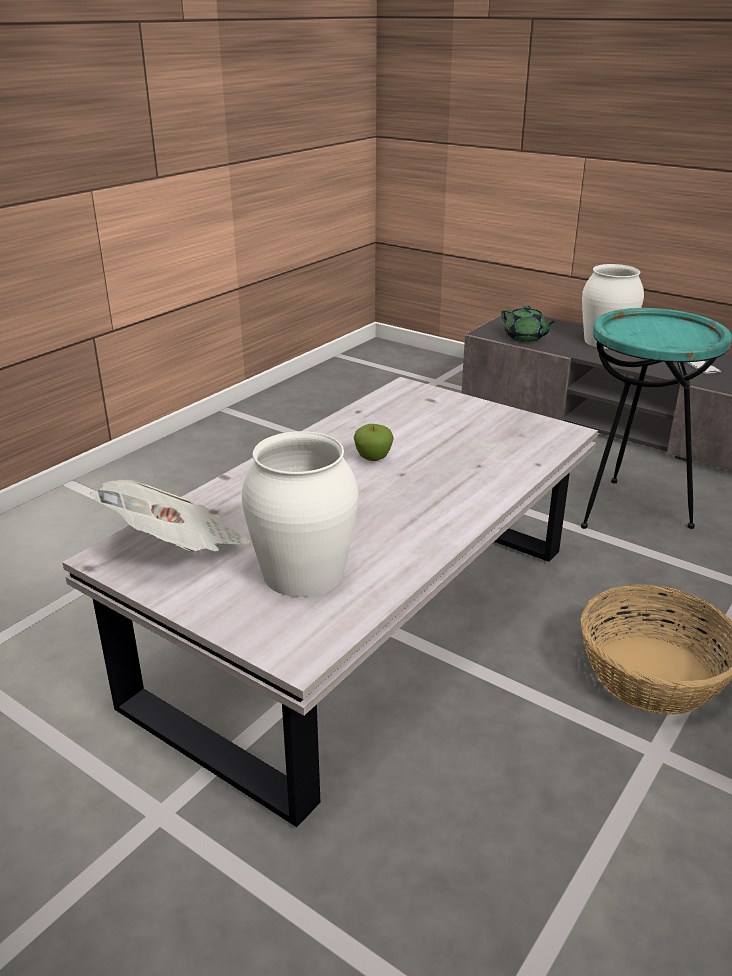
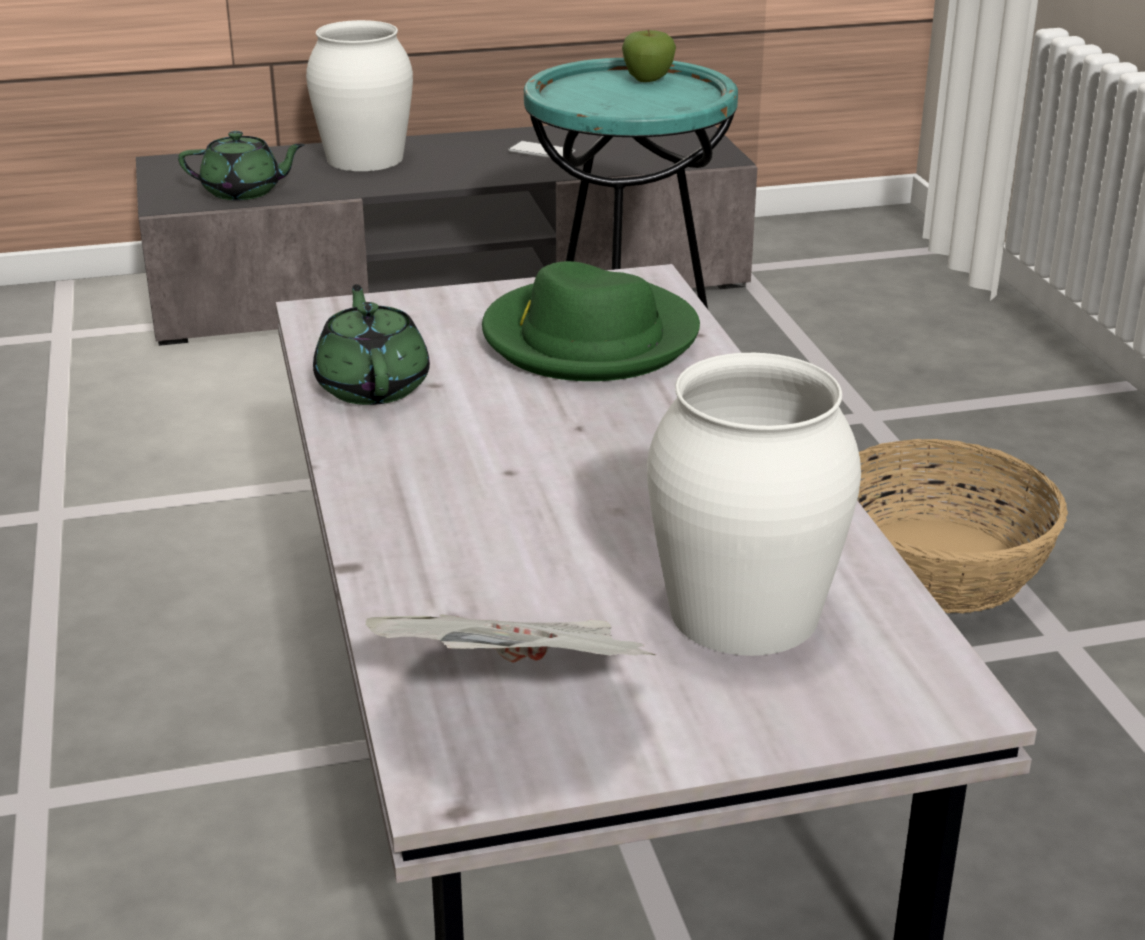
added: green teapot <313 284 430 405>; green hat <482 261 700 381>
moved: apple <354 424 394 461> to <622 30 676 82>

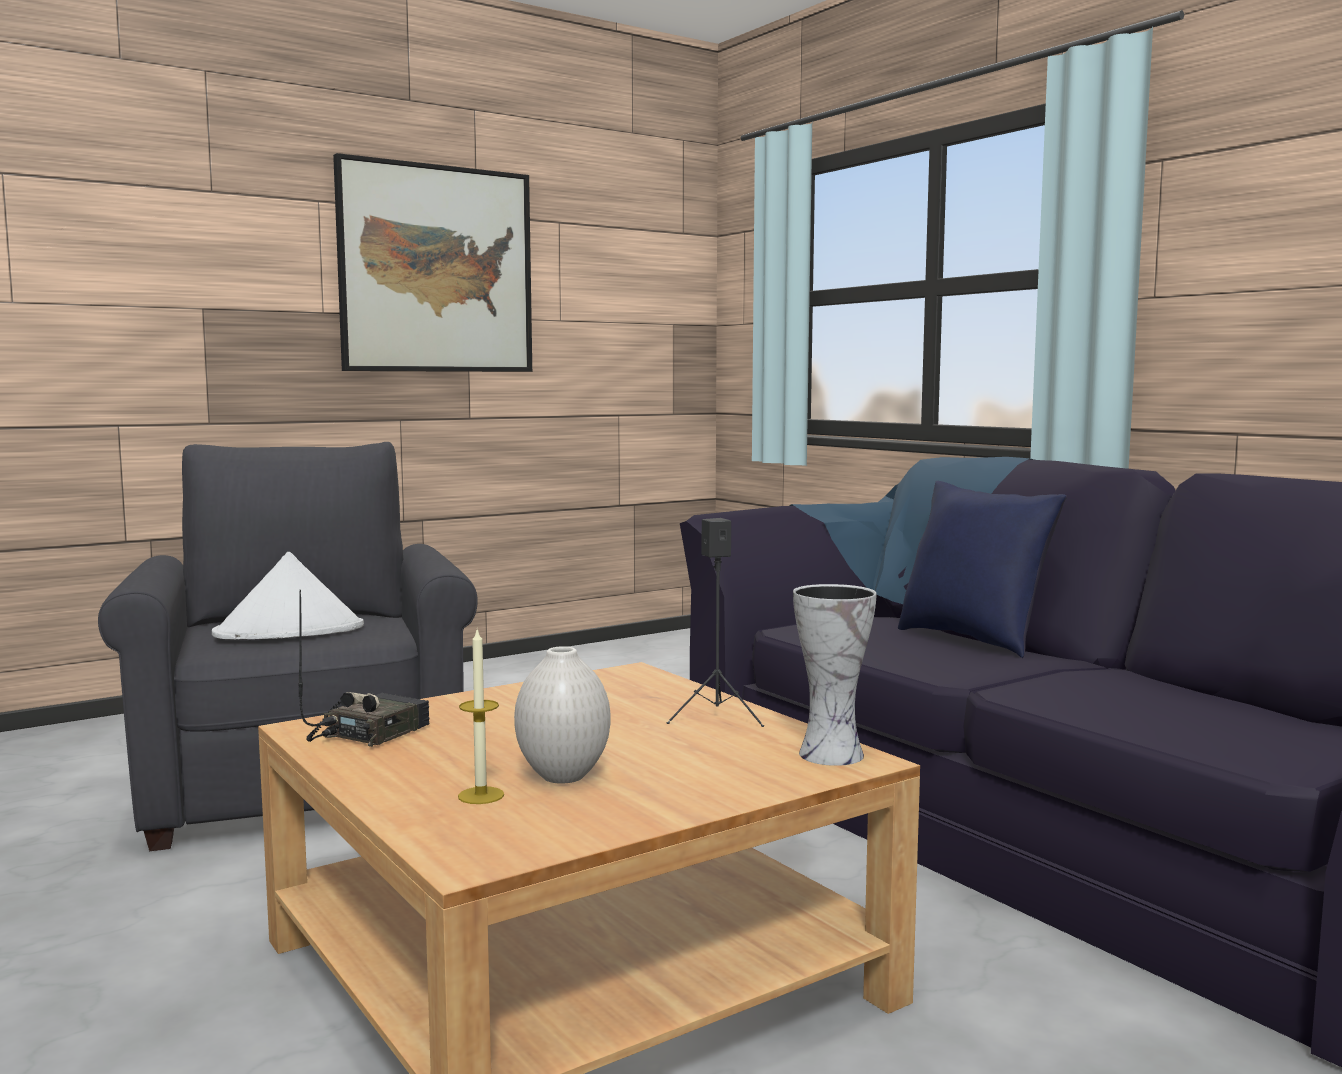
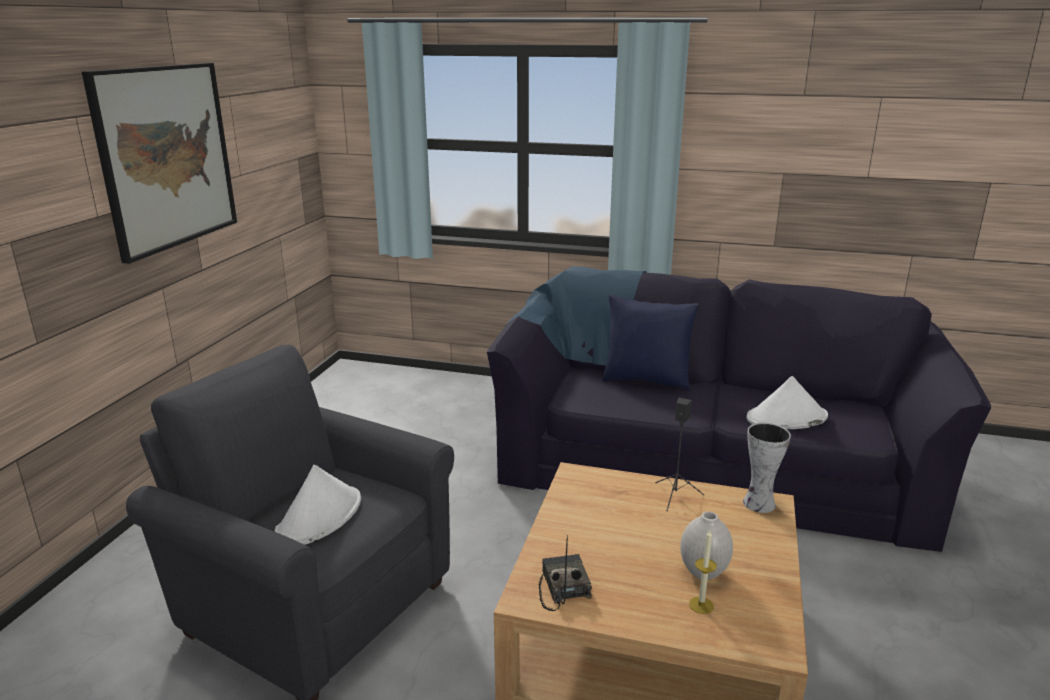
added: white hat <746 376 828 429>

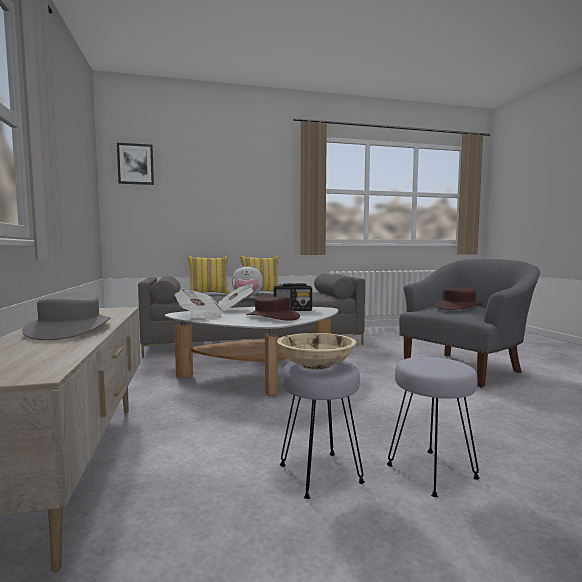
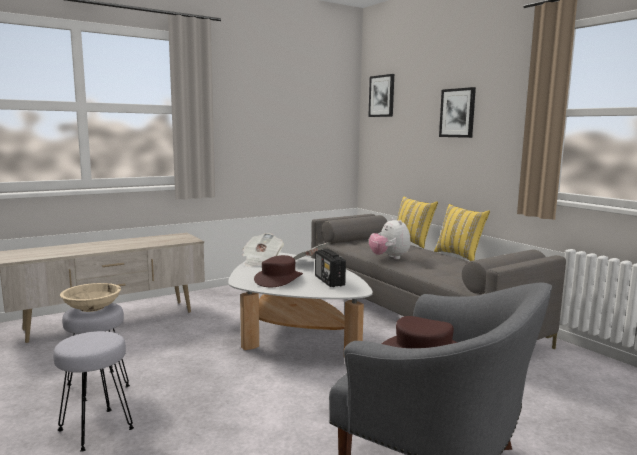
removed: grey hat <22 292 111 340>
added: picture <439 87 476 138>

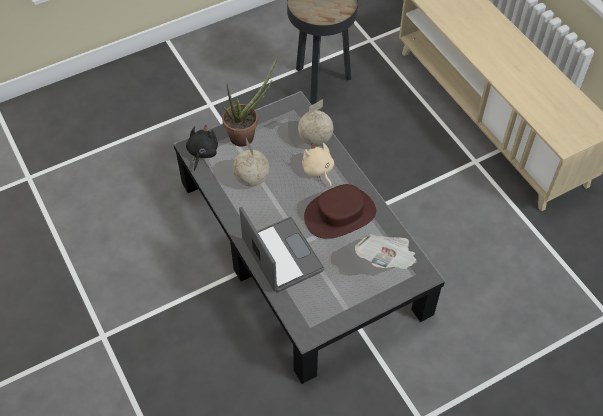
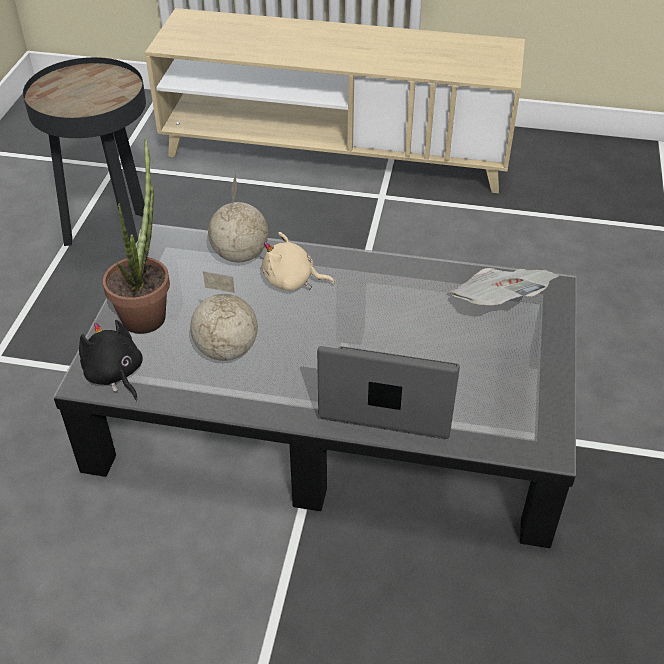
removed: brown hat <304 184 376 239>

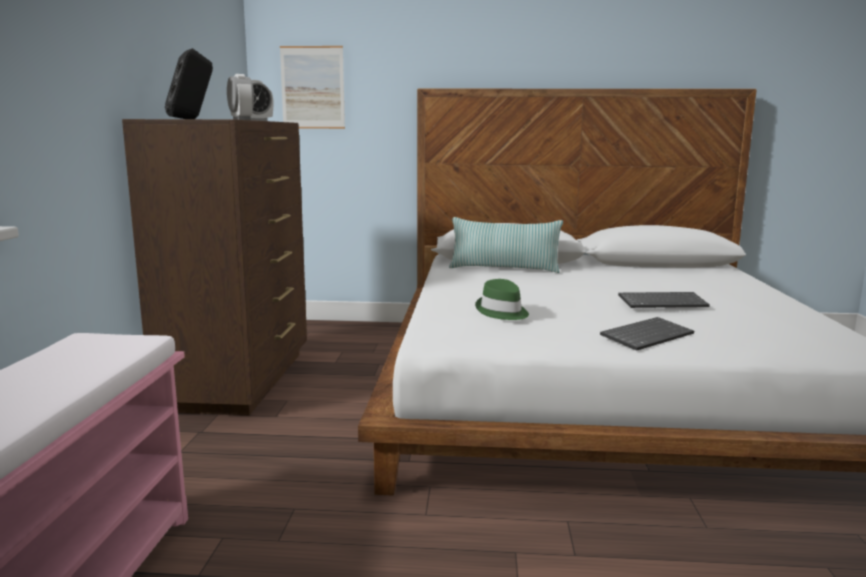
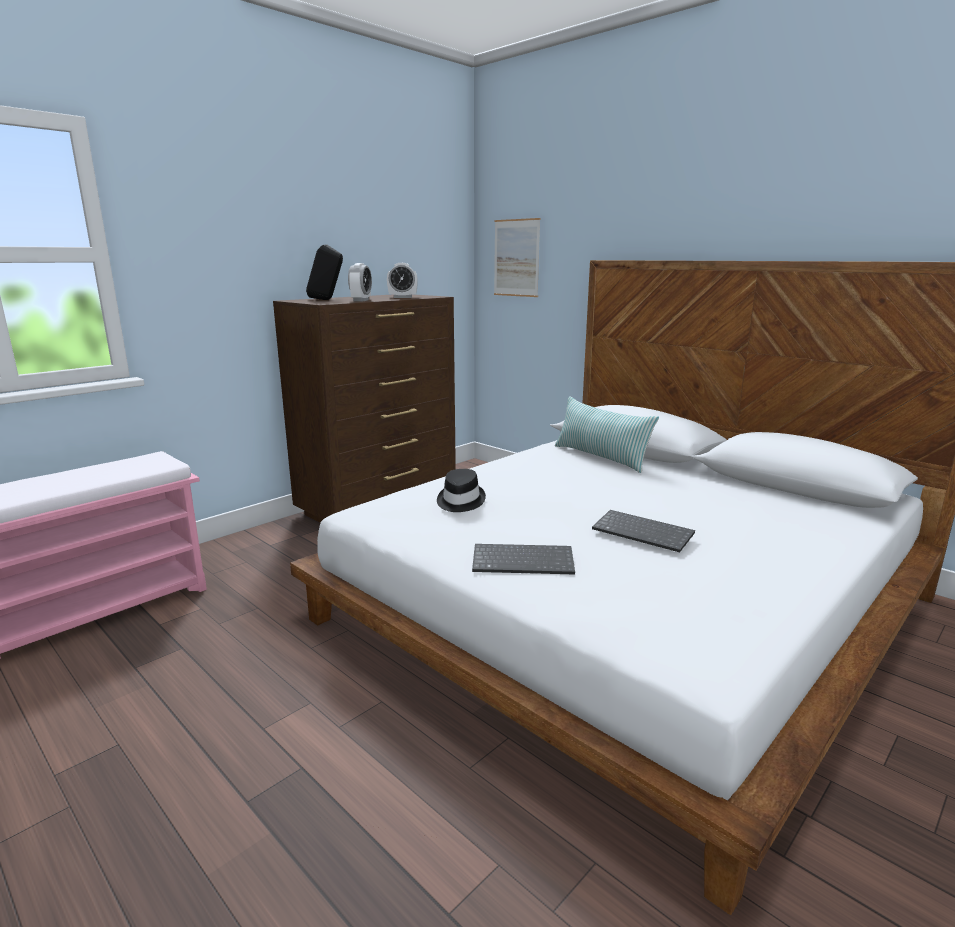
recoloured: green hat <475 279 529 320> to black hat <437 469 486 512>

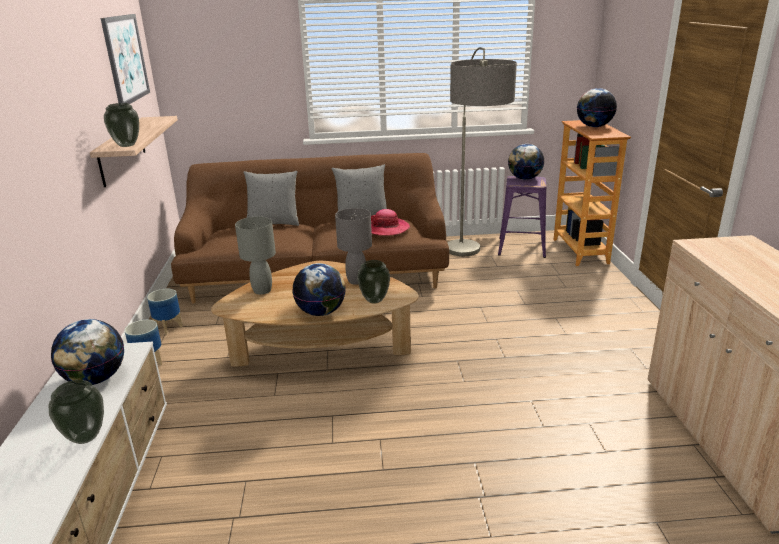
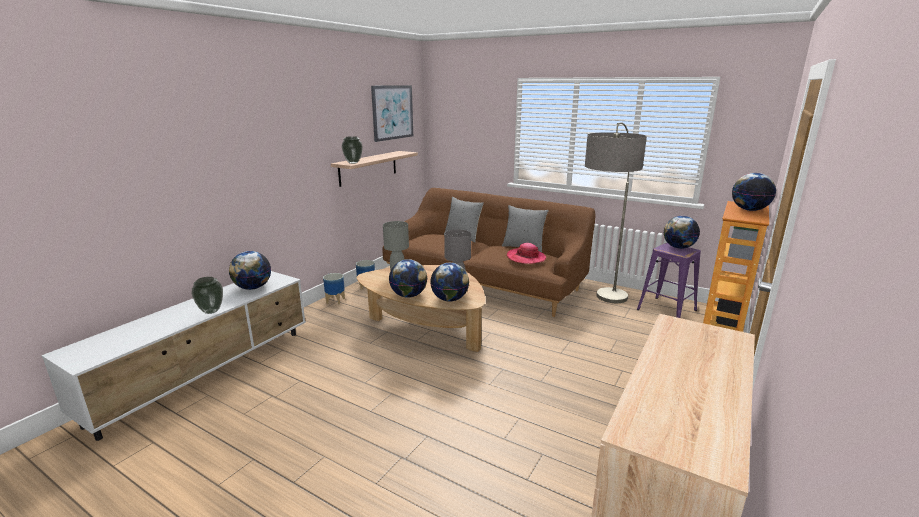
replaced: vase <357 260 390 304> to globe <430 263 469 301>

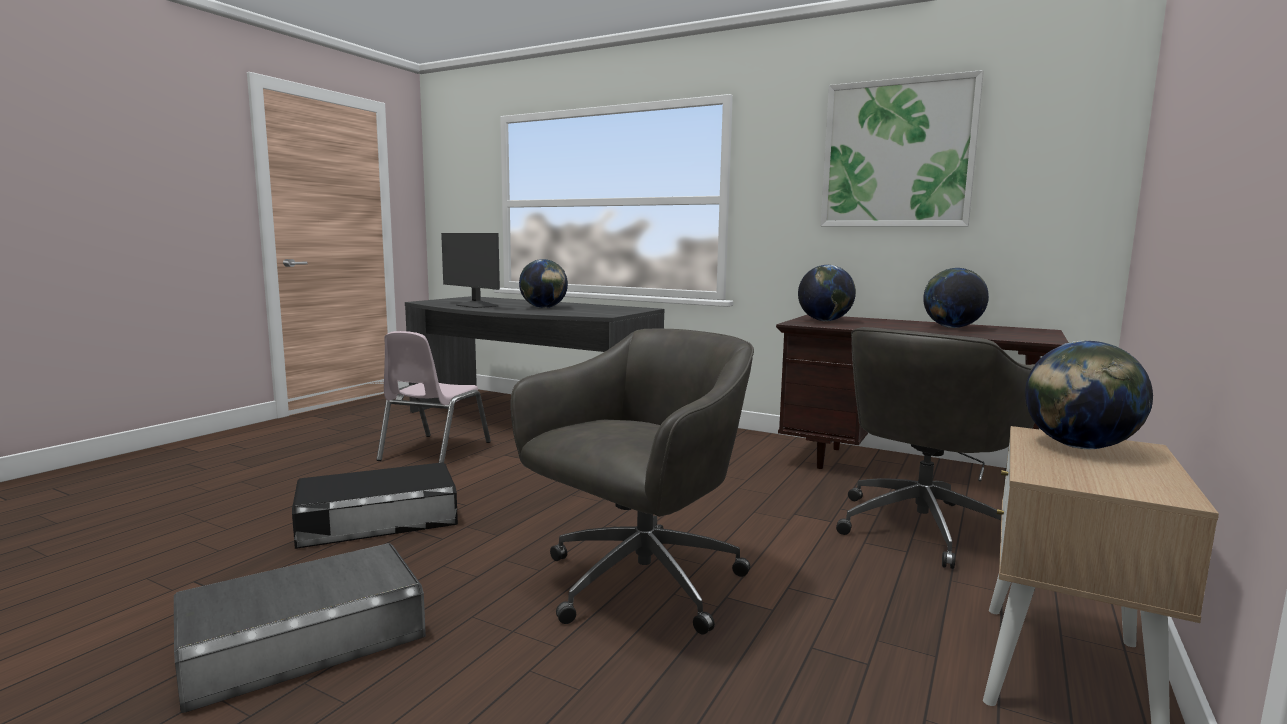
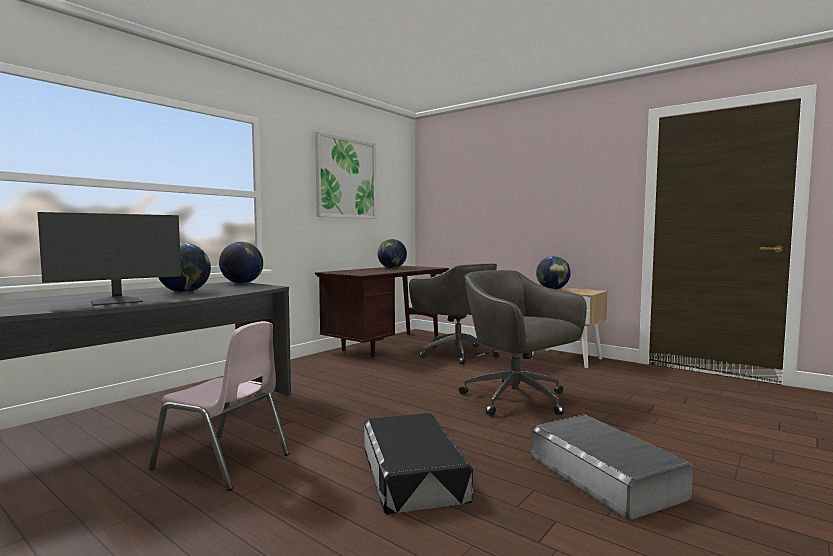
moved: globe <798 265 856 321> to <219 242 263 284>

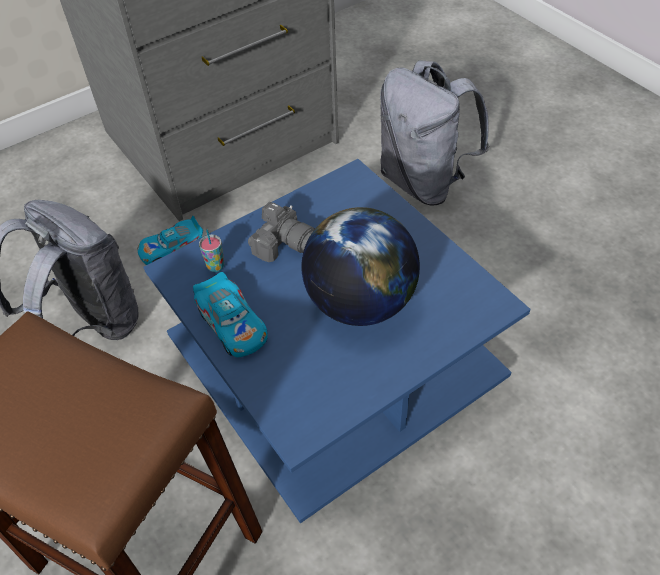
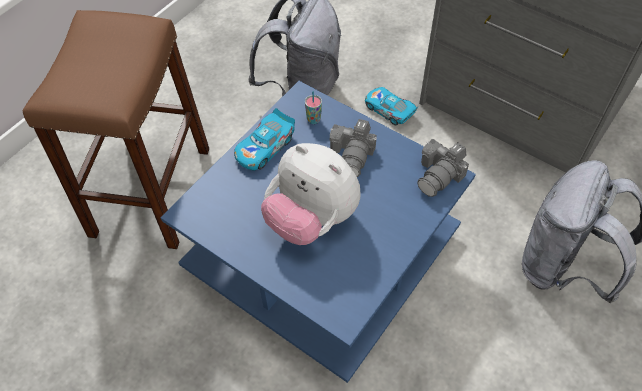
added: photo camera <417 139 469 197>
replaced: globe <301 207 420 326> to plush toy <261 143 361 245>

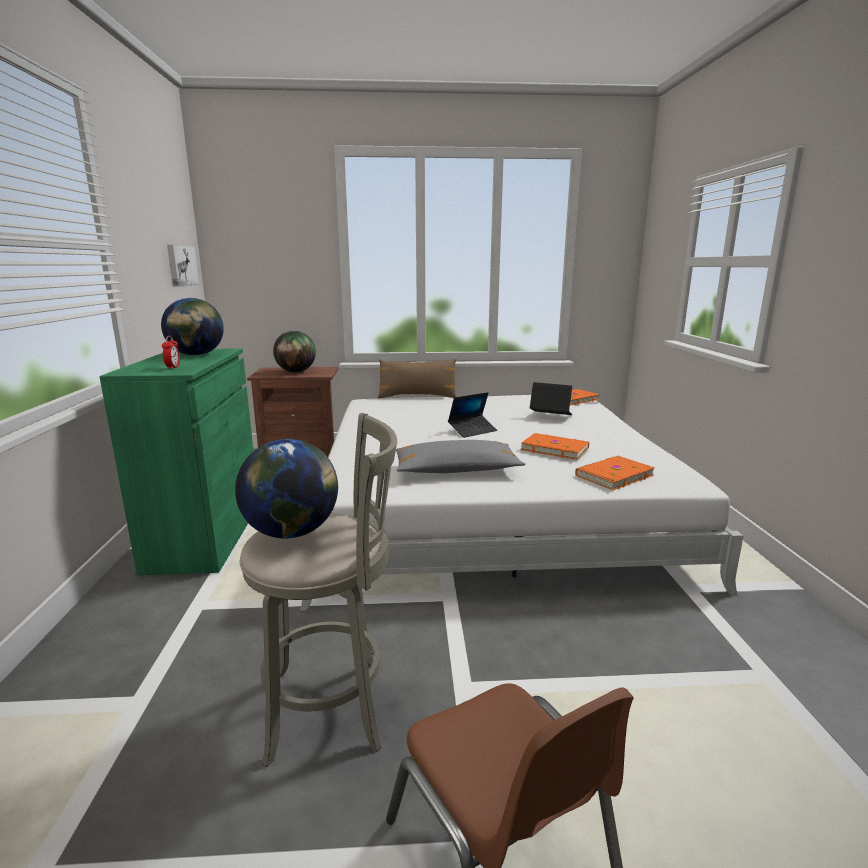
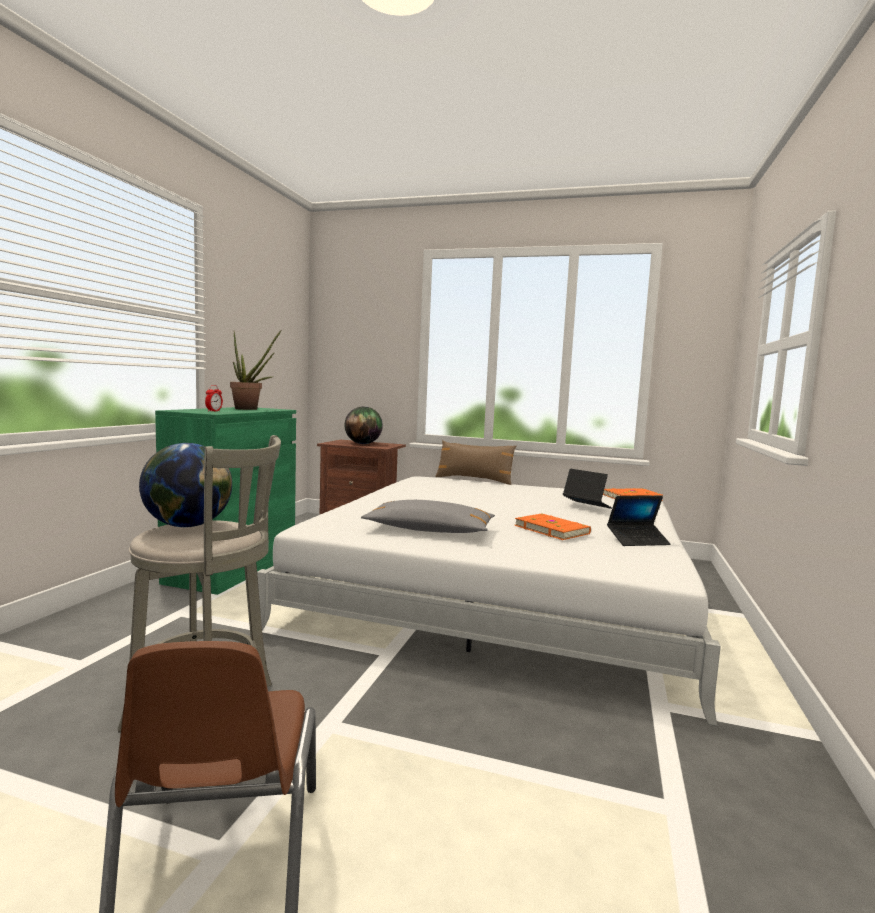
removed: picture <167 245 199 287>; orange book <575 456 655 490>
moved: laptop <448 392 497 438> to <607 496 671 546>
replaced: globe <161 298 224 356> to potted plant <230 330 281 410>

